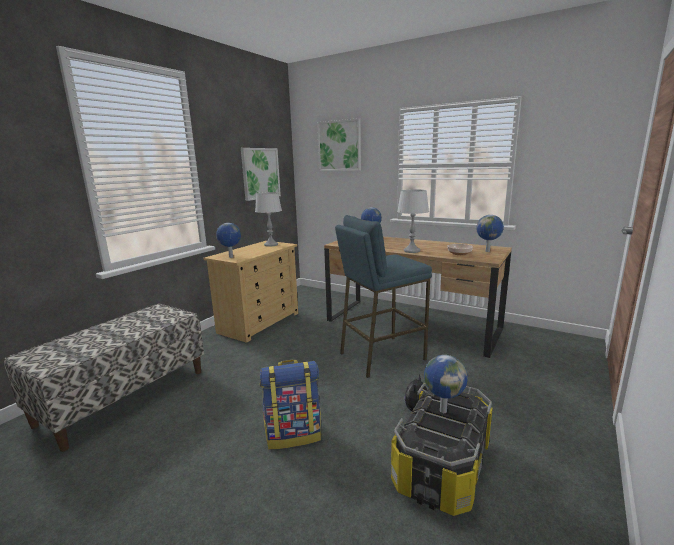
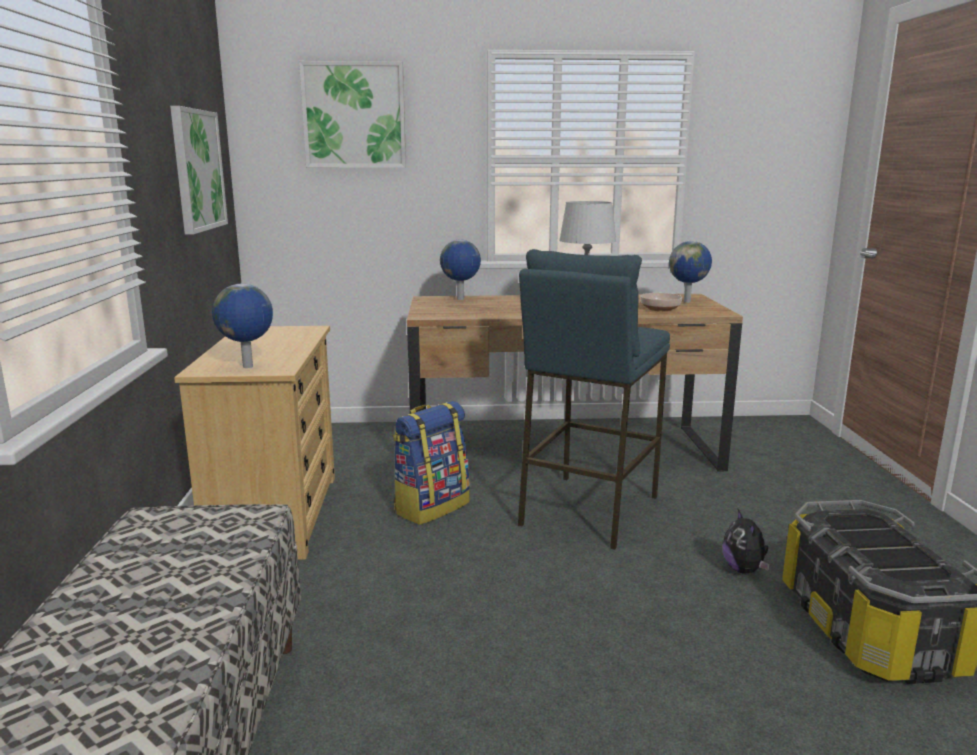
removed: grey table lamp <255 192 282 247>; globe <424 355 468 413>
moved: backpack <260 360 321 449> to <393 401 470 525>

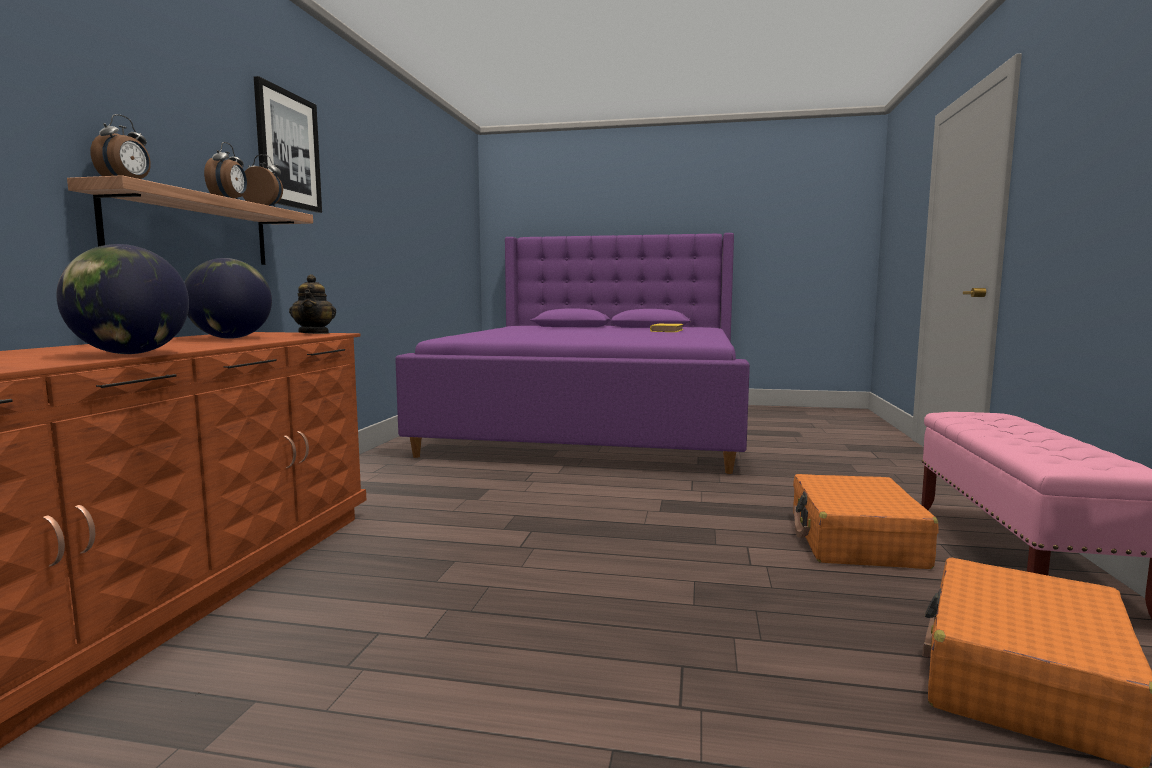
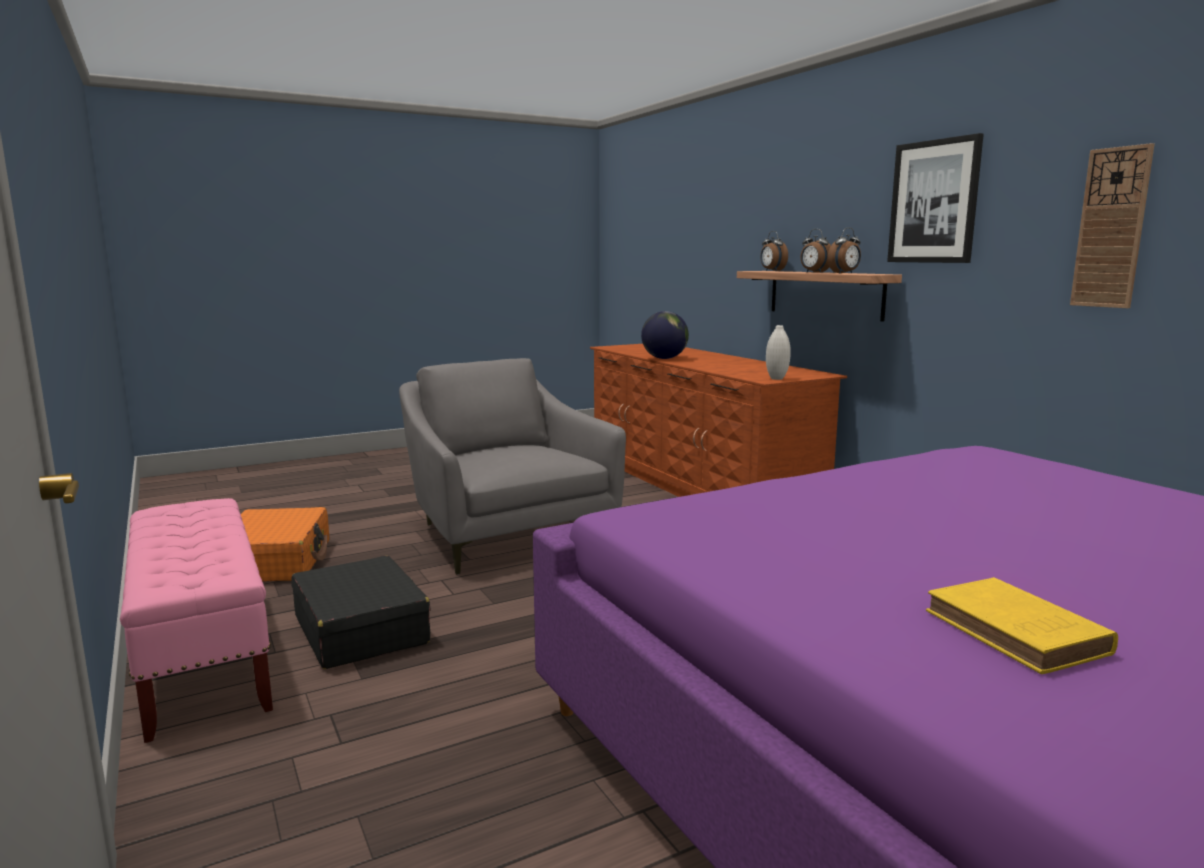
removed: globe <184 258 272 339>
added: grey armchair <399 358 626 575>; wall clock <1070 143 1155 308>
replaced: teapot <289 275 336 334> to white vase <766 325 791 380>
recoloured: orange suitcase <793 474 939 569> to black suitcase <291 556 431 669>

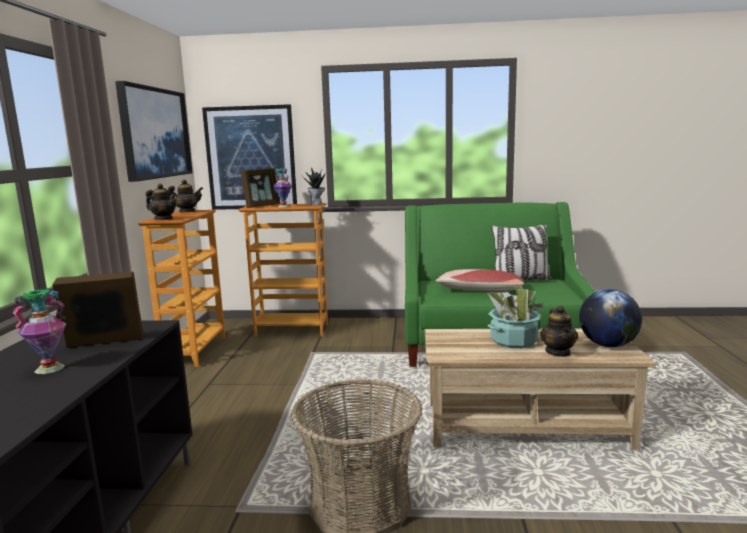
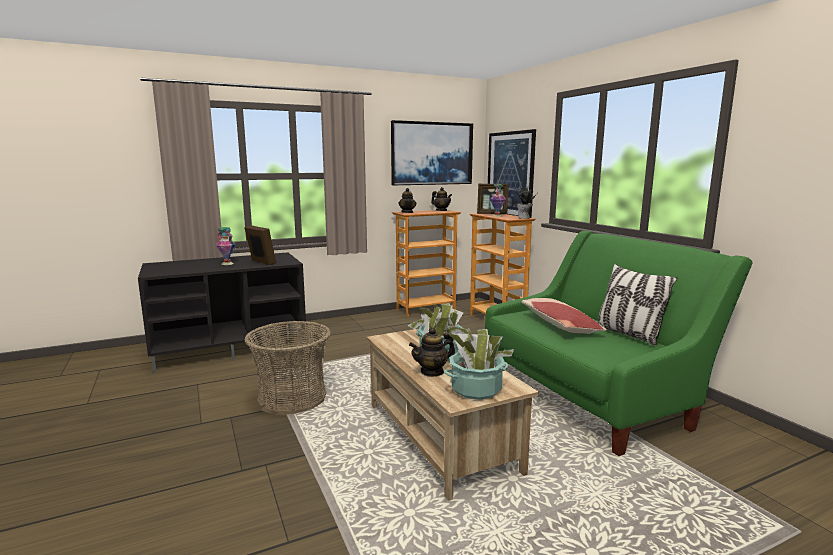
replaced: globe <579 289 642 347> to potted plant <444 329 514 400>

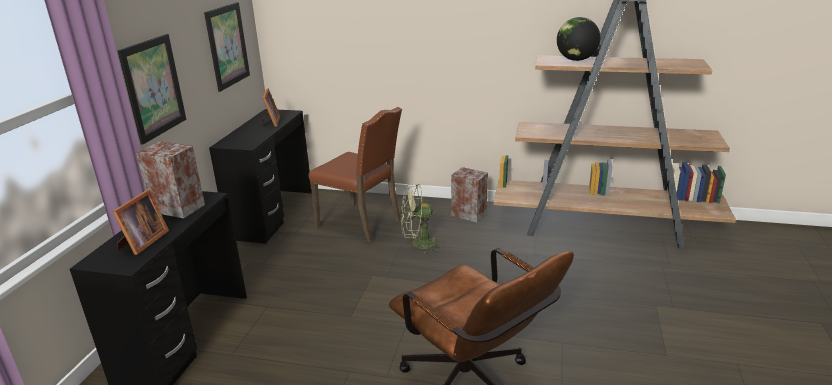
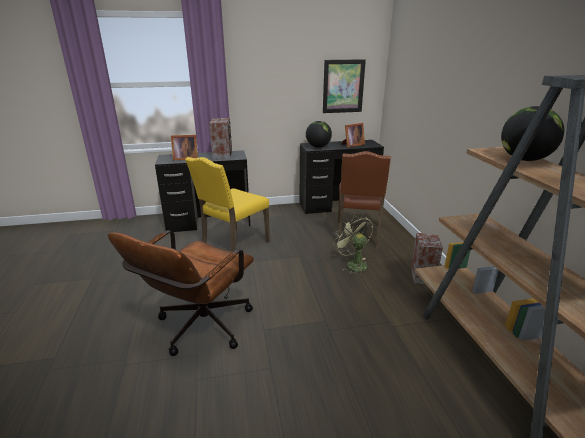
removed: picture <118 34 186 145>
added: yellow chair <185 157 270 252>; globe <306 121 332 148>

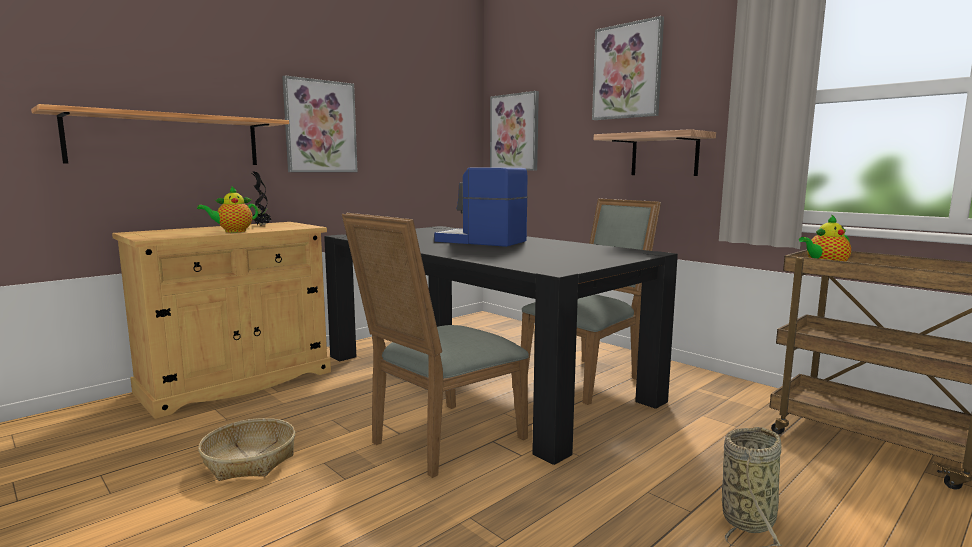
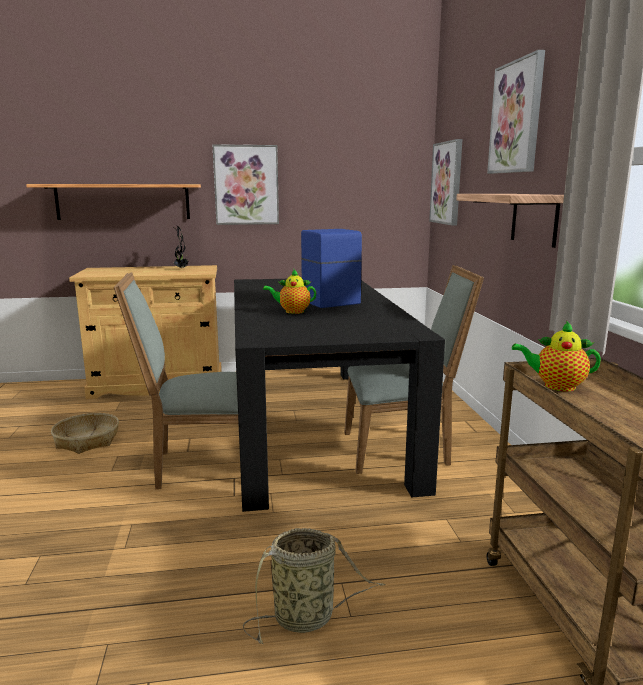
moved: teapot <197 186 258 233> to <263 270 316 314>

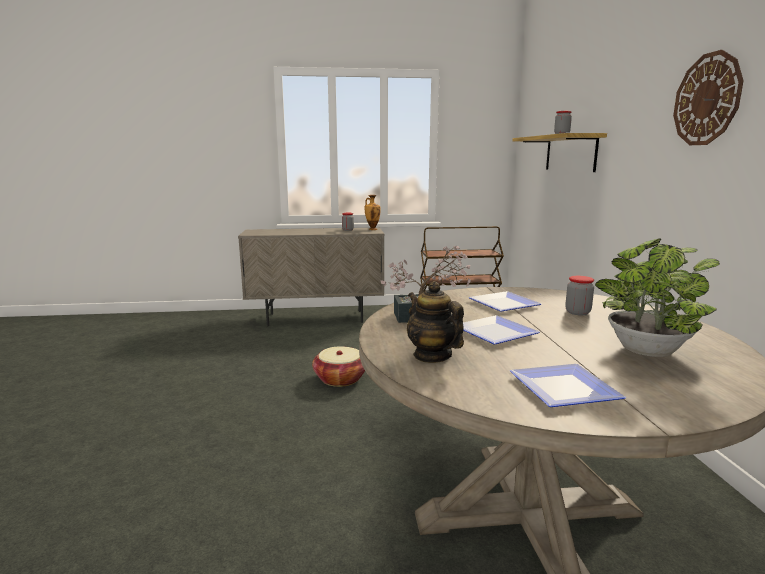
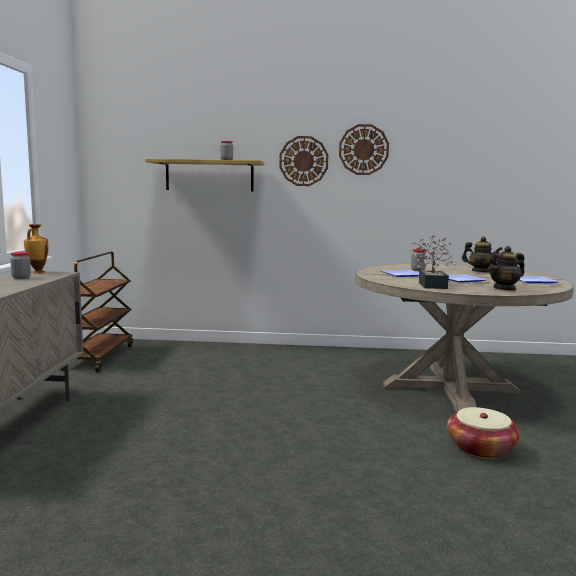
added: wall clock <279 136 328 186>
moved: basket <312 346 365 387> to <447 407 520 459>
replaced: potted plant <595 239 720 357> to teapot <462 237 503 272>

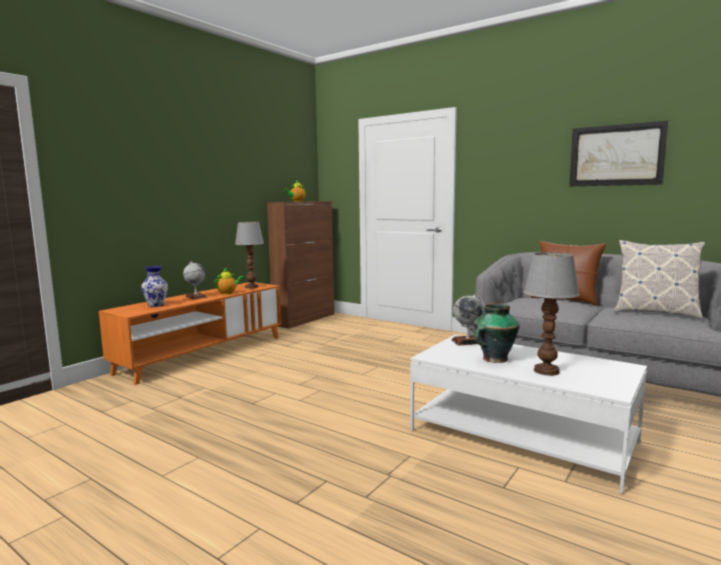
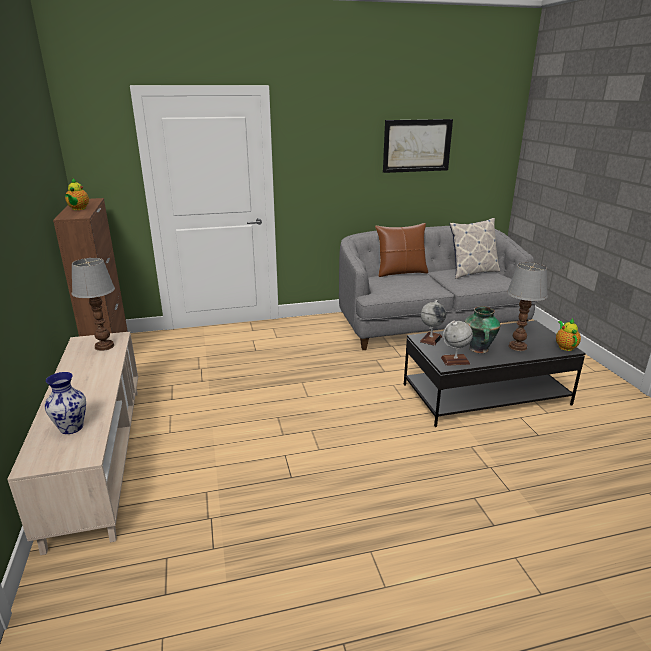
moved: globe <183 261 207 299> to <441 321 473 366>; teapot <214 268 244 295> to <556 318 581 351>
recoloured: orange tv stand <99 282 281 385> to beige tv stand <7 331 138 555>; white coffee table <410 335 647 494> to black coffee table <404 320 586 427>

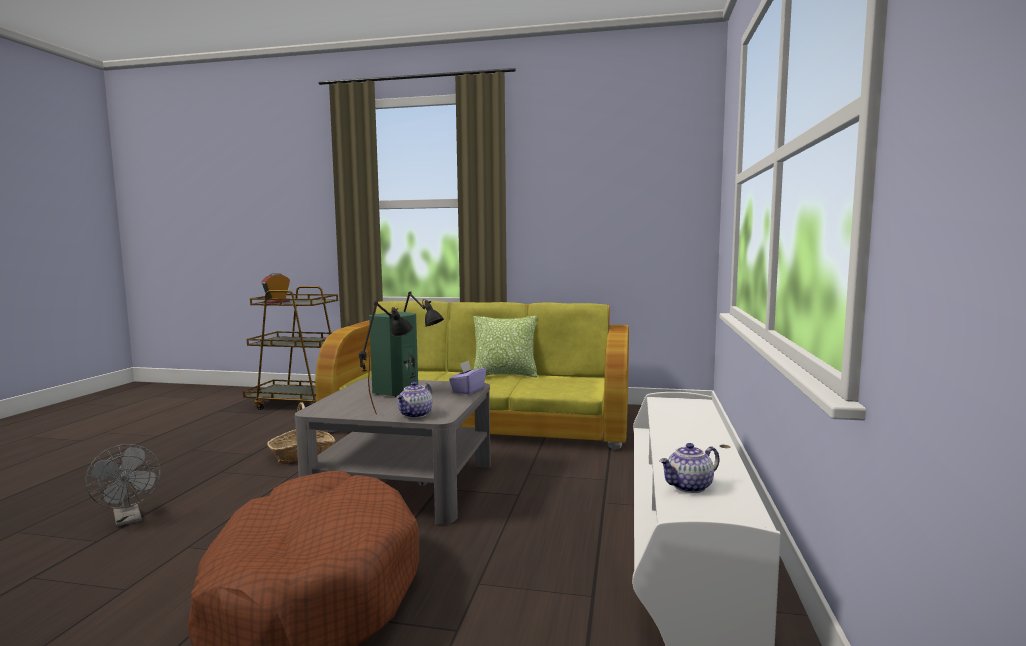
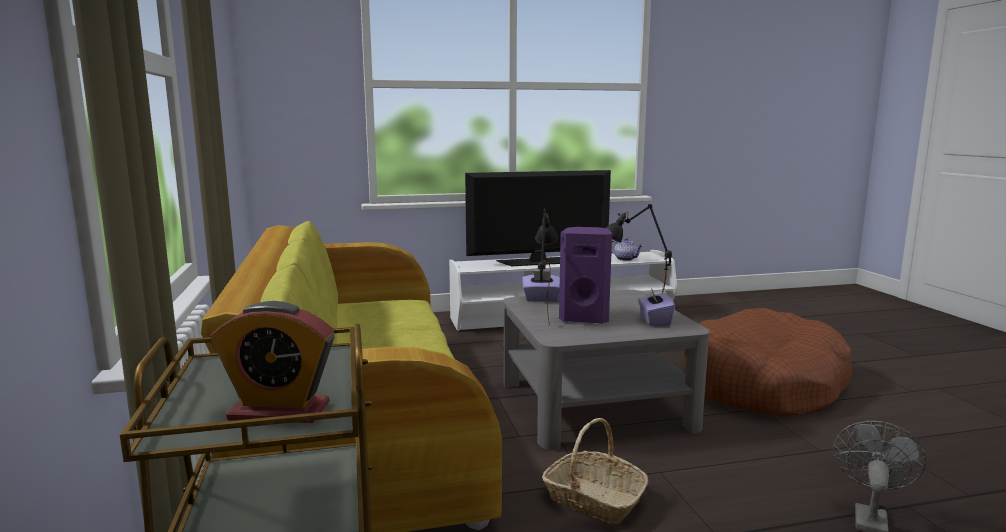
removed: teapot <396 382 433 418>; pillow <474 316 538 377>
added: television <465 170 611 266>; purple tissue box <638 286 675 326>
recoloured: green speaker <369 312 418 397> to purple speaker <559 227 612 324>

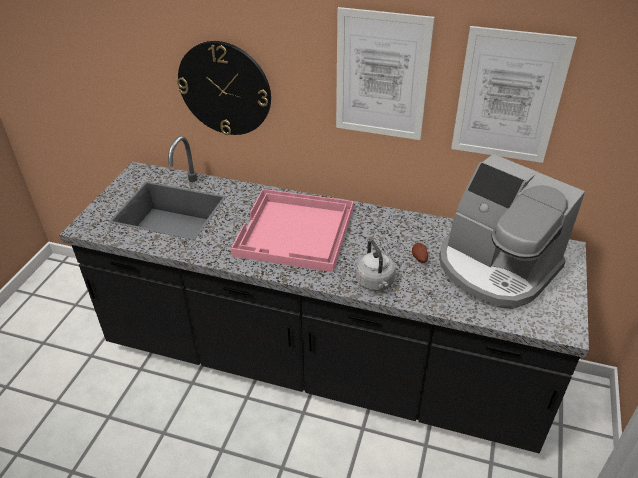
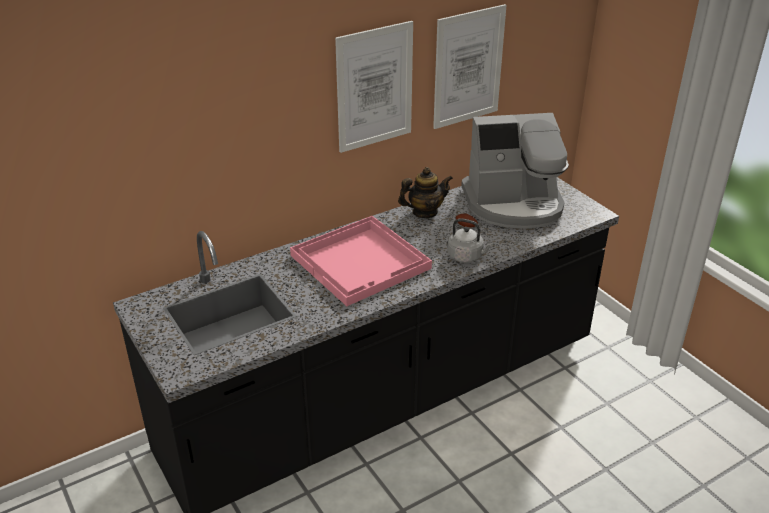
removed: wall clock <177 41 271 135>
added: teapot <398 167 453 218>

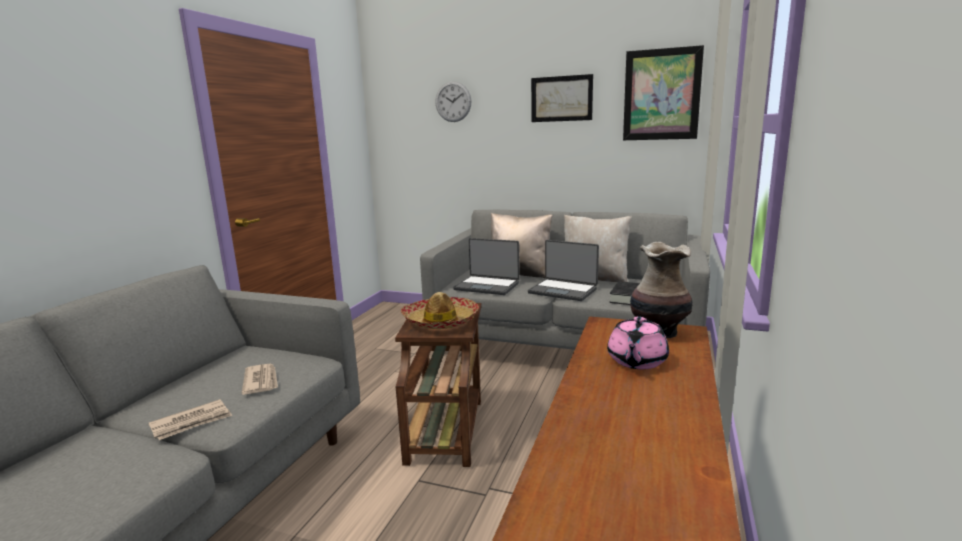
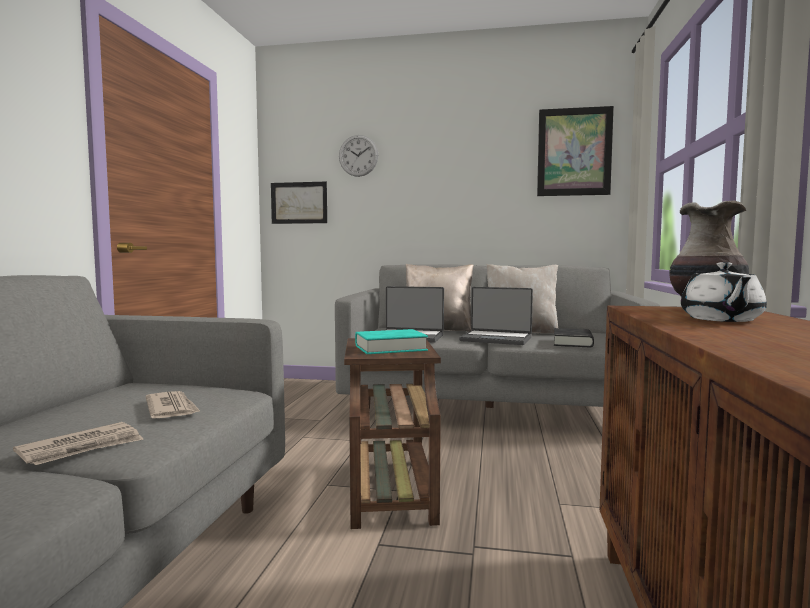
moved: picture <531 74 593 122> to <271 182 327 224>
replaced: hat <401 292 479 329> to turquoise book <355 329 428 354>
recoloured: pink teapot <607 316 669 369> to white teapot <681 262 767 322>

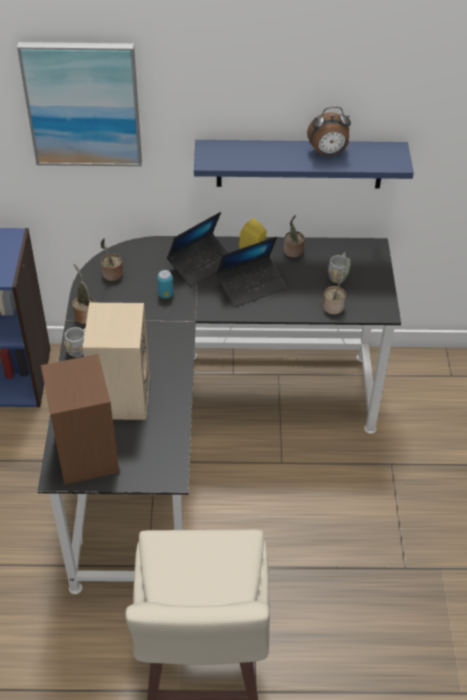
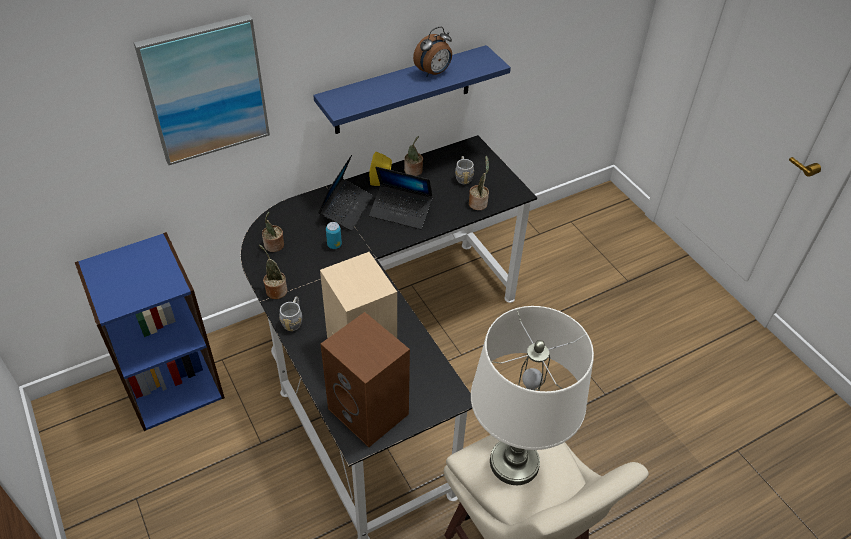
added: white table lamp <471 306 594 485>
turned: laptop <216 237 286 308> = <369 167 433 229> 75 degrees clockwise

